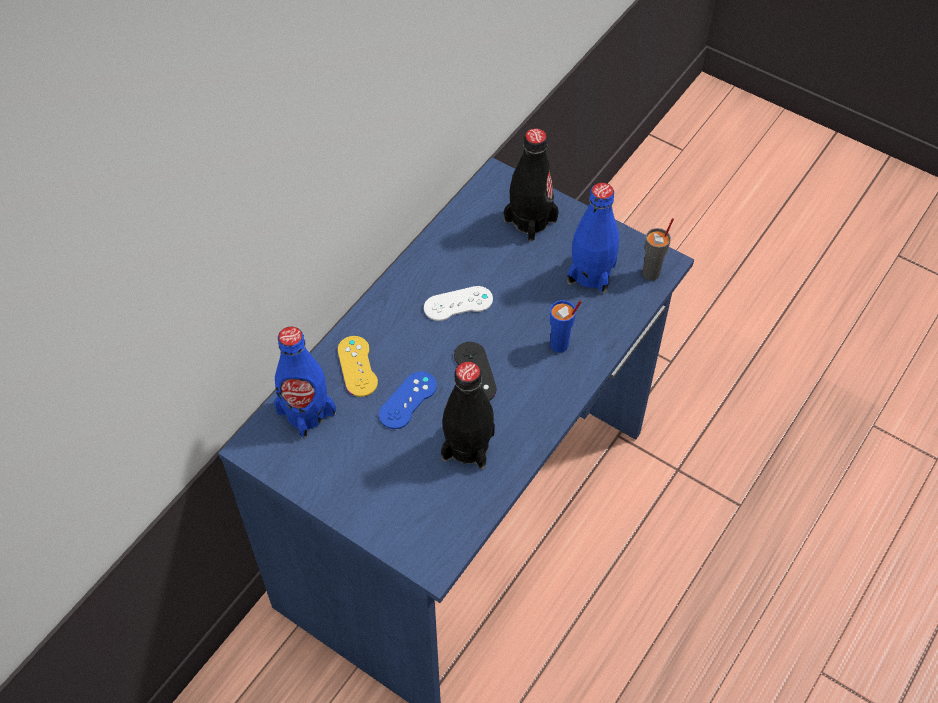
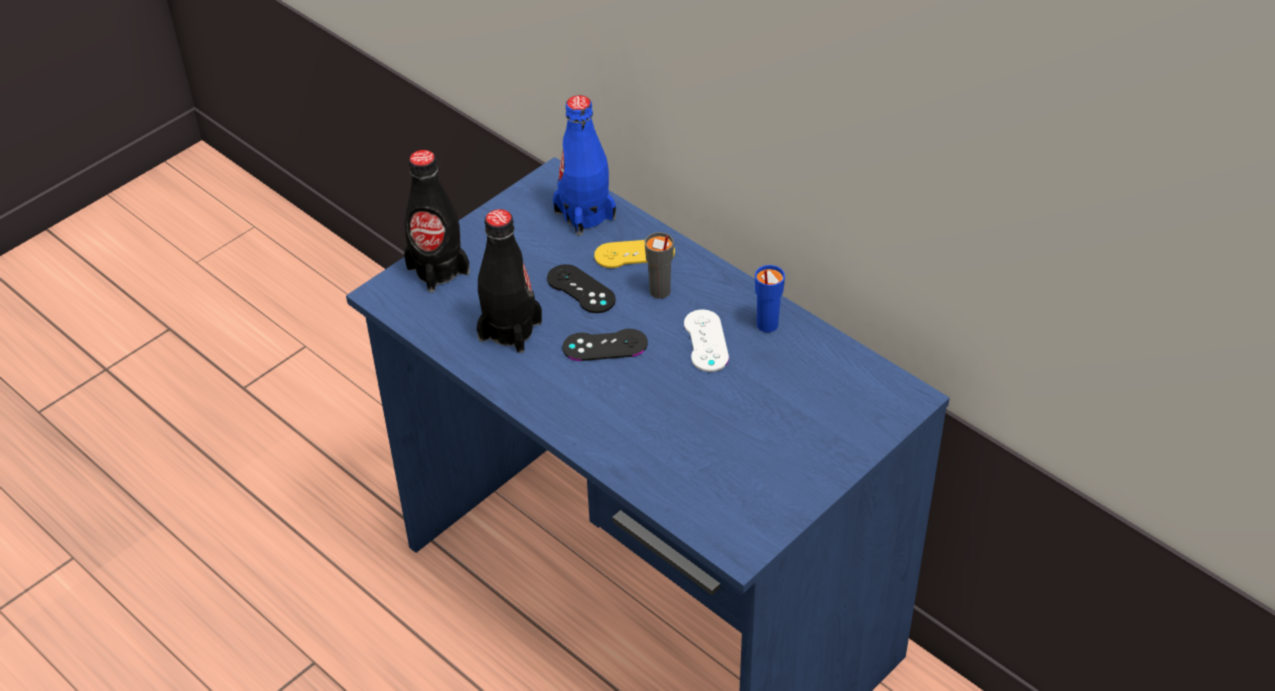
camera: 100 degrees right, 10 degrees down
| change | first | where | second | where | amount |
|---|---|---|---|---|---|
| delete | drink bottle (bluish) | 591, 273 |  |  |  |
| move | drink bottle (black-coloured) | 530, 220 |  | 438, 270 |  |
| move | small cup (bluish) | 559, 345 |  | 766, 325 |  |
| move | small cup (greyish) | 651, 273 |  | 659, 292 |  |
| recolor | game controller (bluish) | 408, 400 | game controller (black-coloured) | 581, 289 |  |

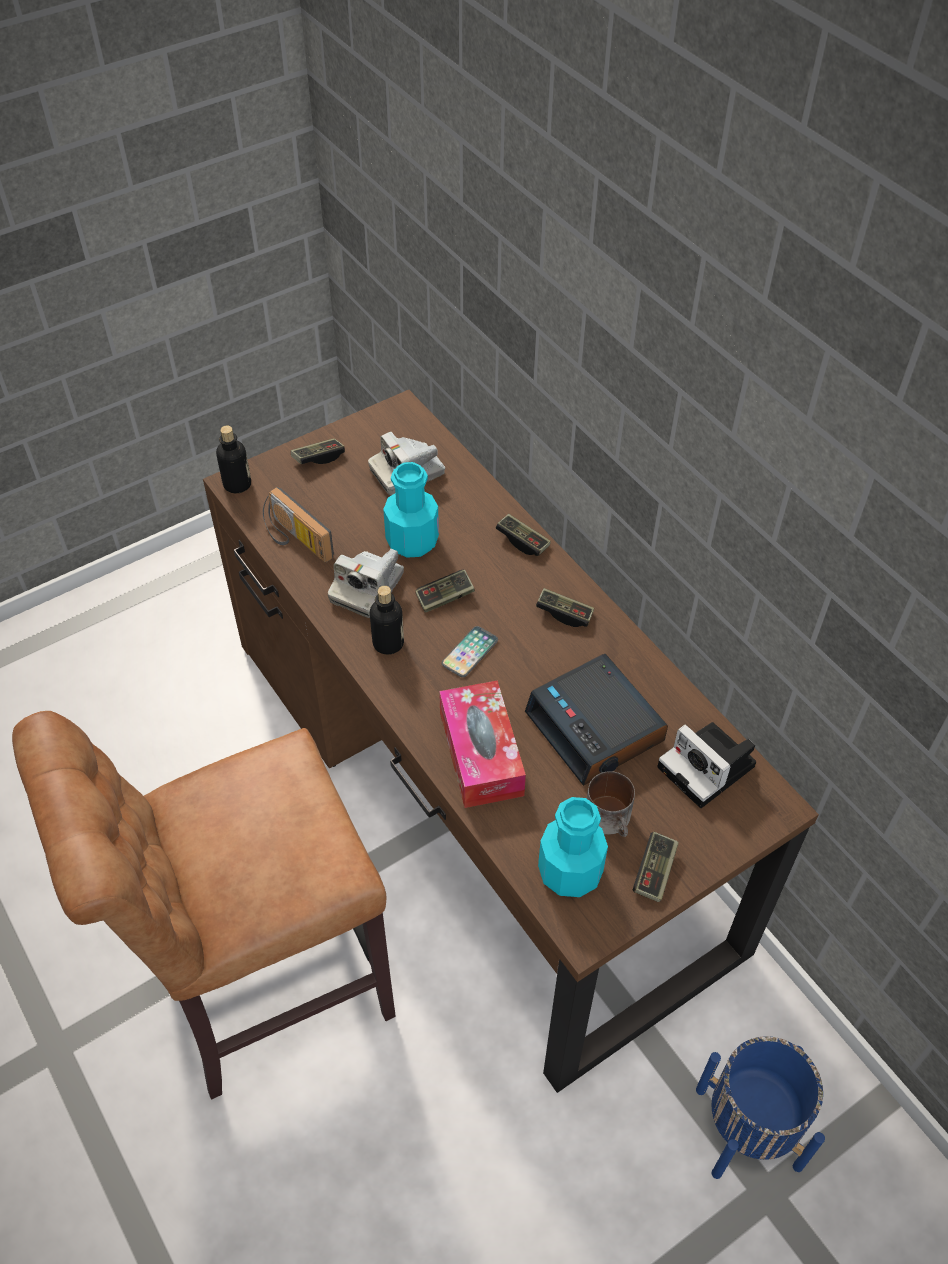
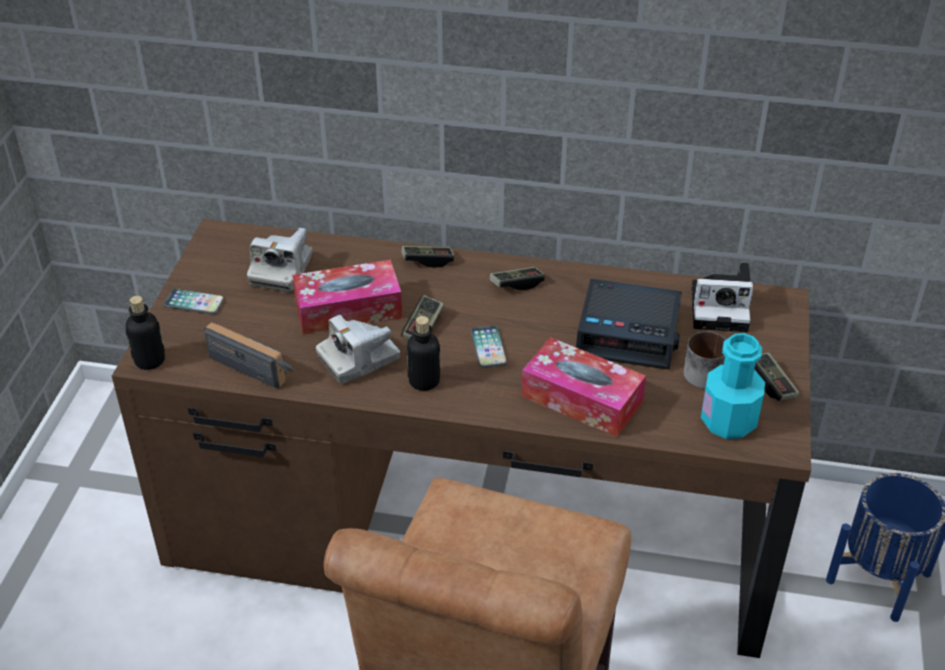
camera: 45 degrees left, 10 degrees down
| change | first | where | second | where | amount |
|---|---|---|---|---|---|
| replace | game controller | 318, 458 | phone | 194, 303 |  |
| replace | drink bottle (blue-green) | 412, 541 | tissue box | 348, 309 |  |
| rotate | radio | 294, 540 |  | 255, 366 | 150 degrees counterclockwise |
| rotate | still camera | 367, 588 |  | 358, 359 | 75 degrees clockwise |

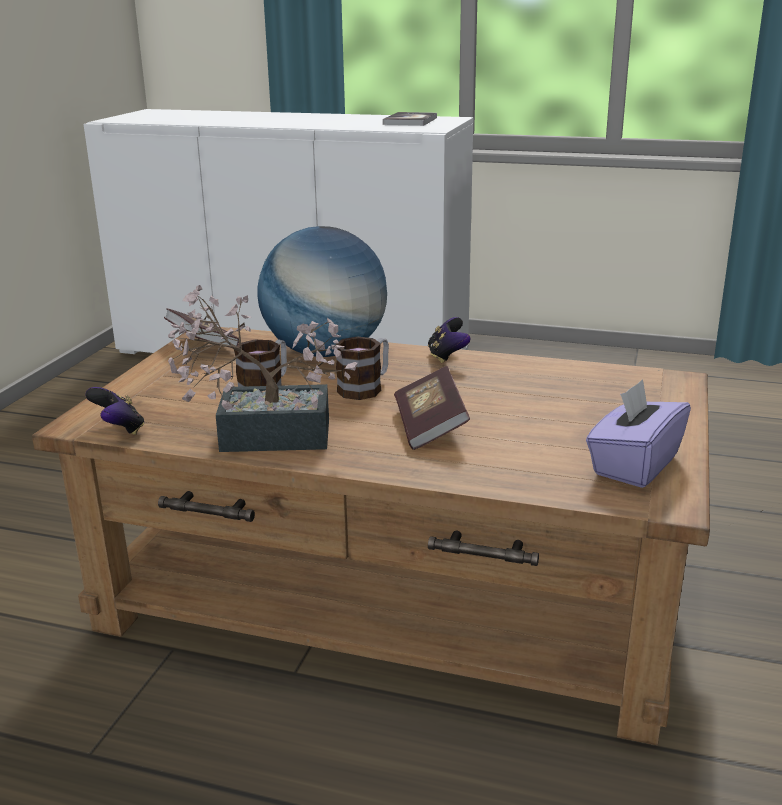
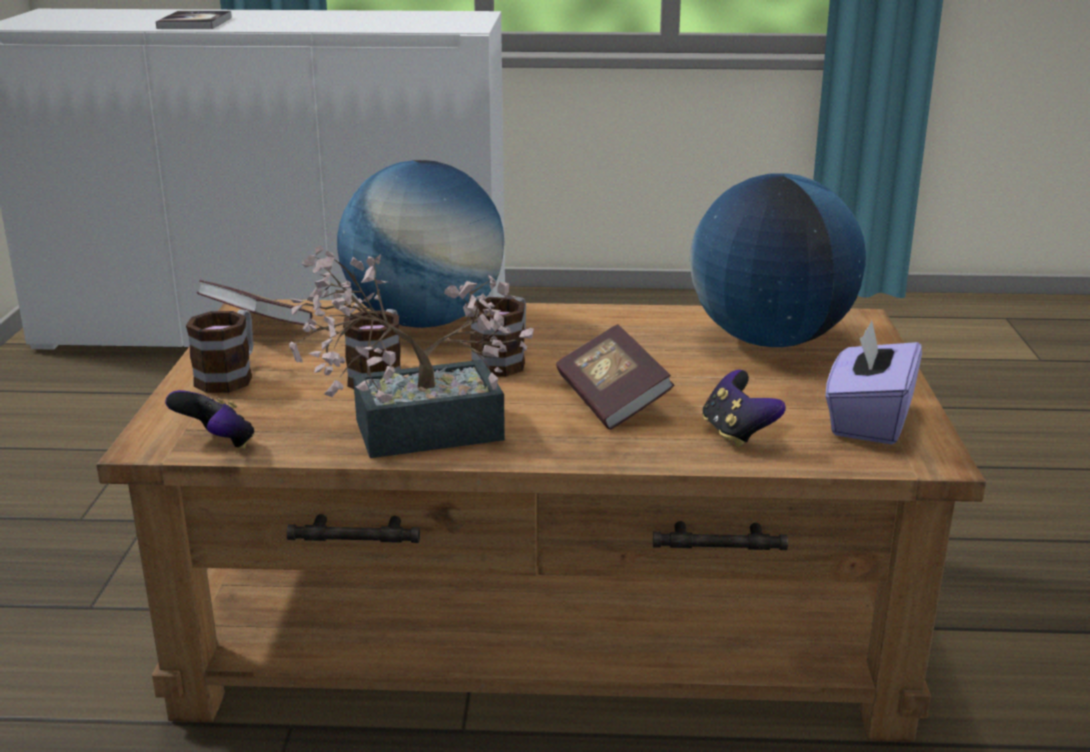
camera: 15 degrees left, 0 degrees up
| change | first | where | second | where | amount |
|---|---|---|---|---|---|
| insert |  |  | mug | 230, 376 |  |
| insert |  |  | desk globe | 770, 340 |  |
| move | book | 410, 121 |  | 195, 23 |  |
| move | game controller | 447, 357 |  | 737, 433 |  |

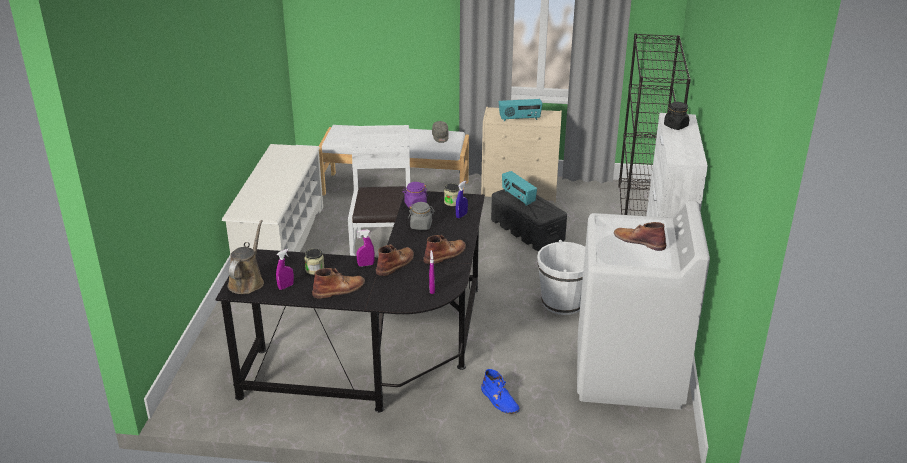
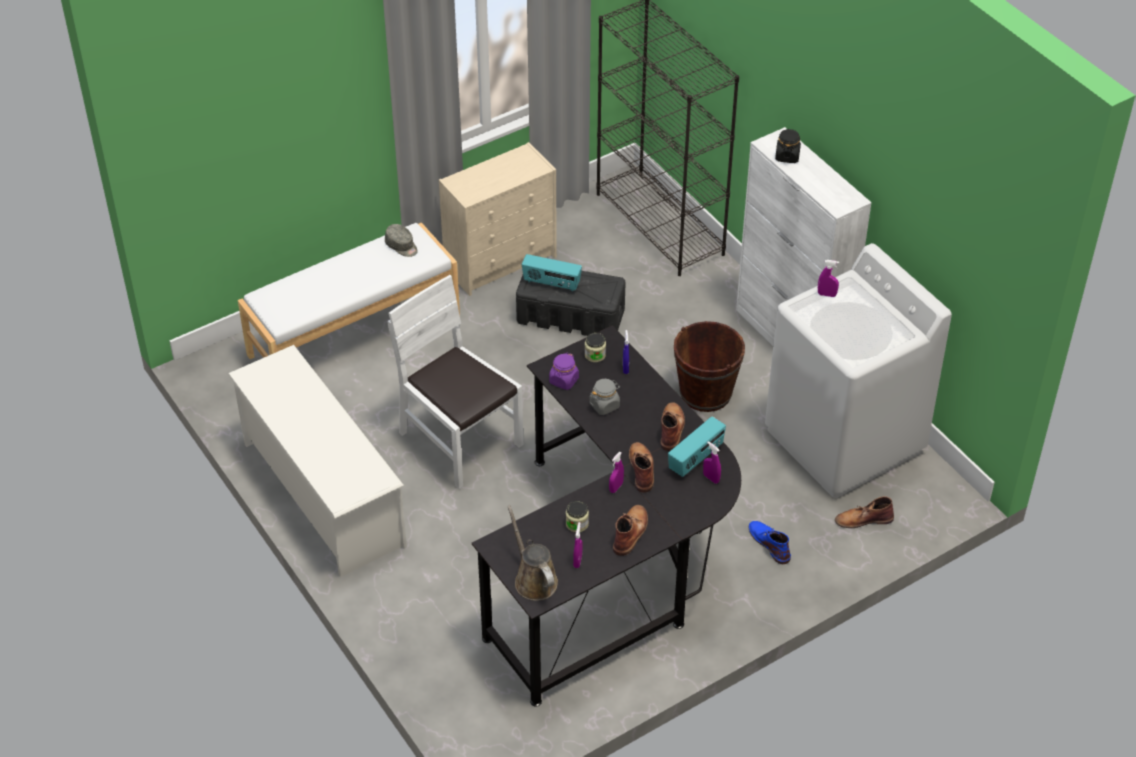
camera: 40 degrees left, 15 degrees up
| change | first | where | second | where | amount |
|---|---|---|---|---|---|
| insert |  |  | spray bottle (purple) | 826, 294 |  |
| move | radio | 519, 119 |  | 696, 459 |  |
| move | boot (brown-coloured) | 639, 241 |  | 863, 519 |  |
| recolor | water bucket (whitish) | 563, 302 | water bucket (brown-coloured) | 705, 393 |  |
| rotate | boot (bluish) | 499, 400 |  | 769, 543 | 135 degrees counterclockwise |

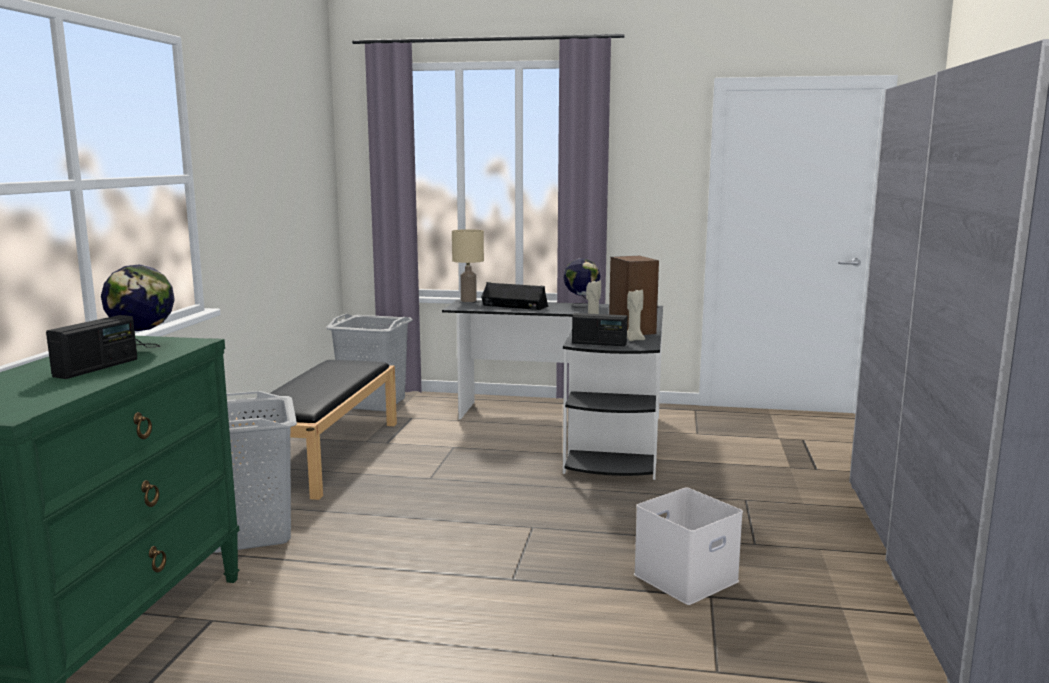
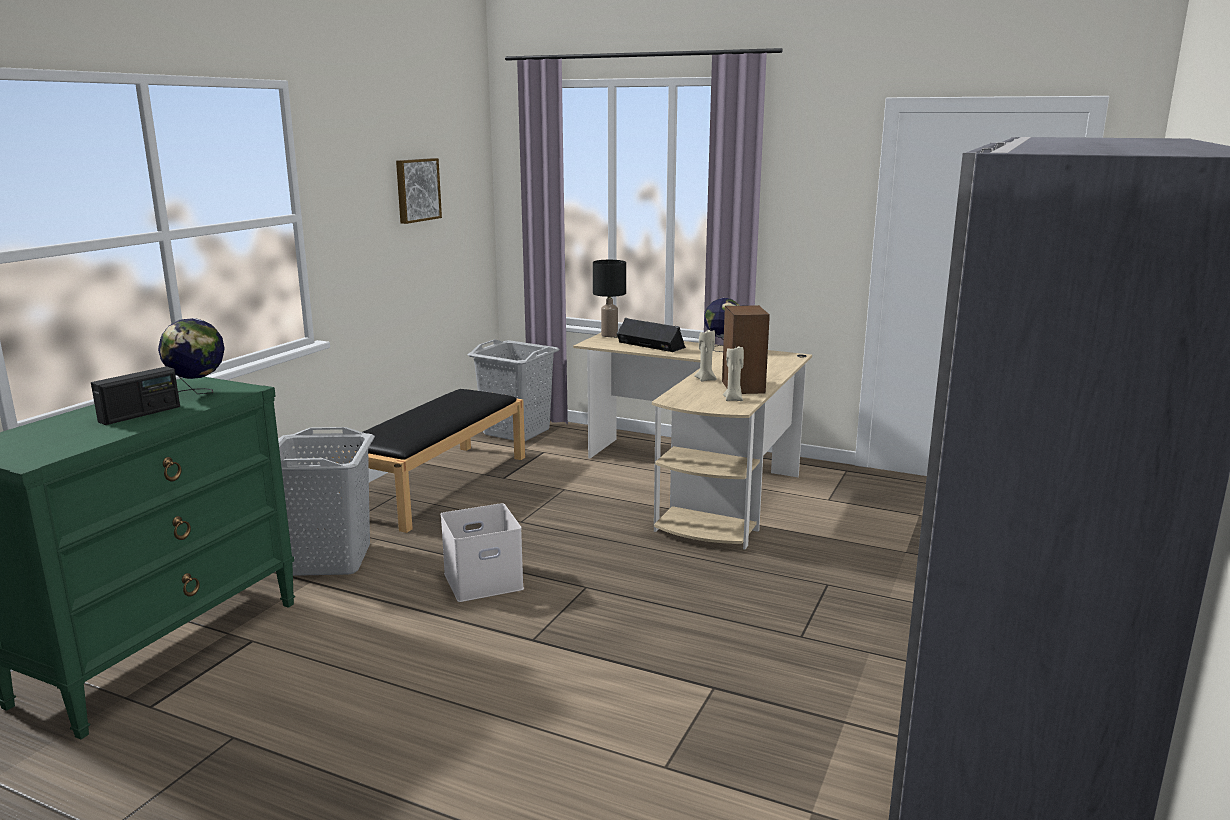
camera: 15 degrees right, 5 degrees up
| change | first | where | second | where | amount |
|---|---|---|---|---|---|
| delete | radio | 599, 343 |  |  |  |
| insert |  |  | picture | 416, 190 |  |
| move | storage bin (whitish) | 685, 576 |  | 484, 580 |  |
| recolor | desk table (black-coloured) | 578, 431 | desk table (sand-coloured) | 702, 483 |  |
| recolor | lamp for a table (sand-coloured) | 468, 300 | lamp for a table (black-coloured) | 610, 335 |  |

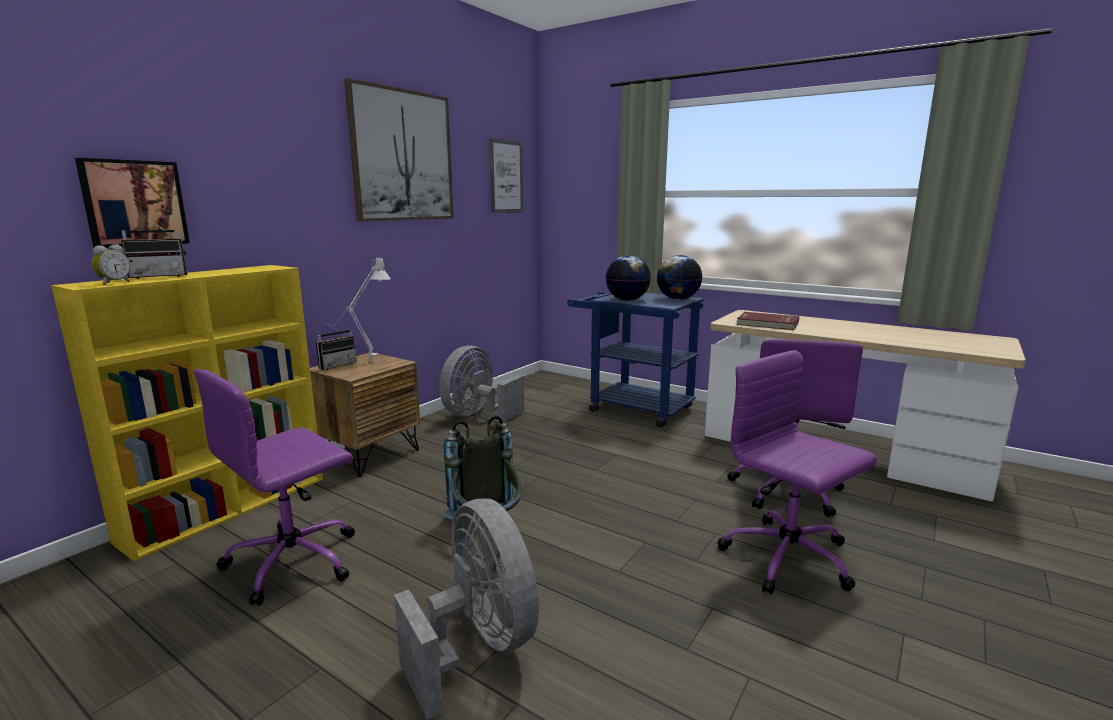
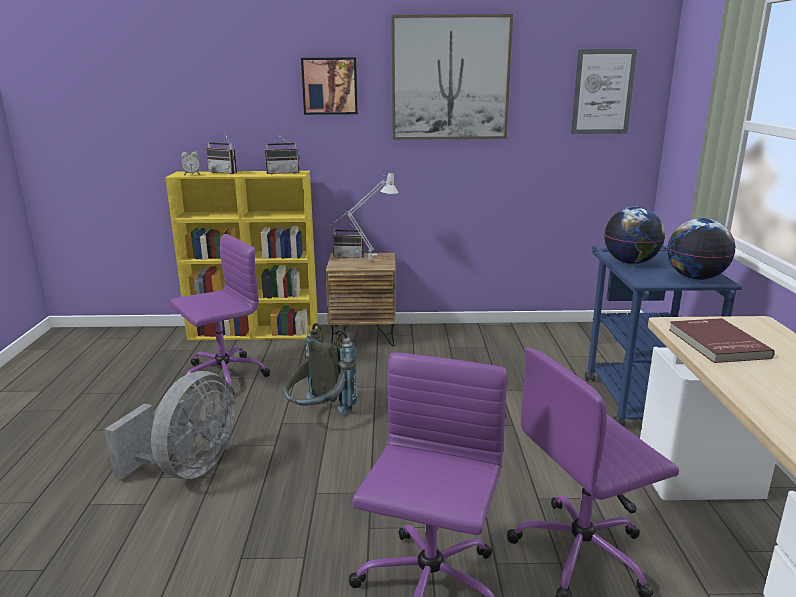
camera: 55 degrees right, 5 degrees up
| change | first | where | second | where | amount |
|---|---|---|---|---|---|
| delete | fan (greyish) | 477, 415 |  |  |  |
| insert |  |  | radio | 283, 173 |  |
| move | picture | 134, 203 |  | 330, 86 |  |
| rotate | office chair (purple) | 295, 560 |  | 222, 376 | 135 degrees clockwise |

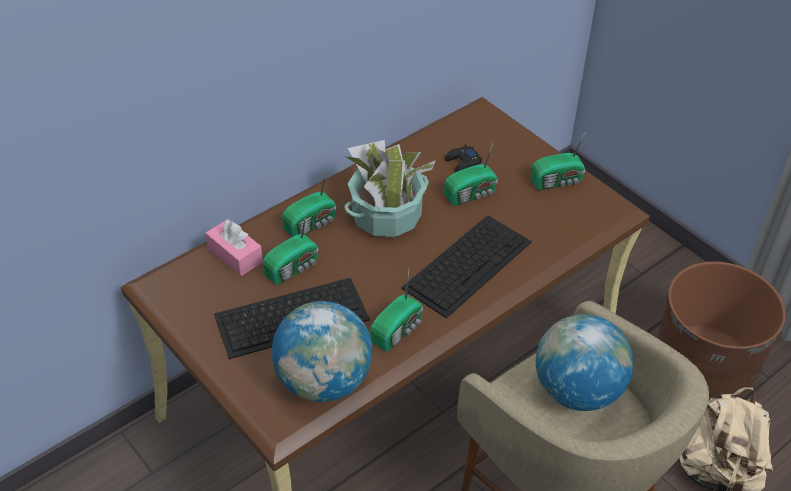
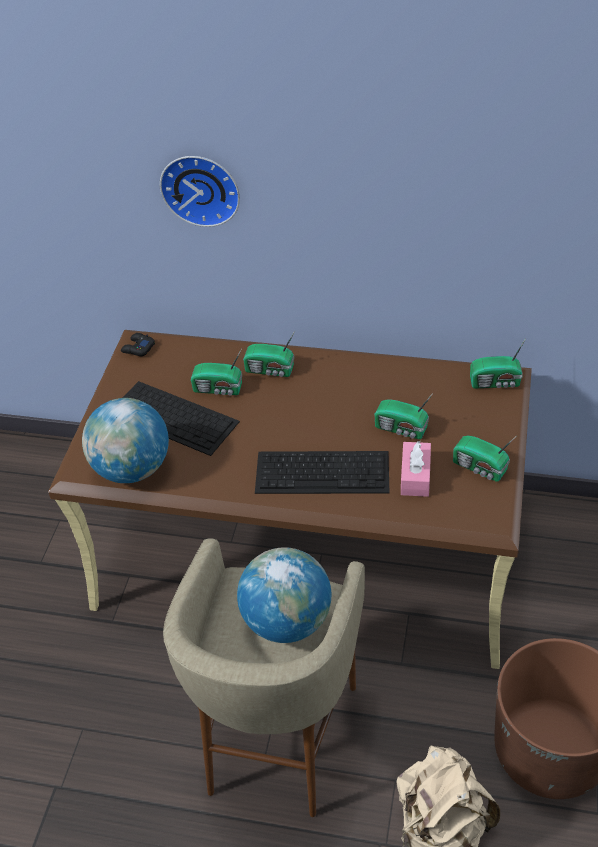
camera: 55 degrees right, 0 degrees up
| change | first | where | second | where | amount |
|---|---|---|---|---|---|
| delete | plant in a pot | 386, 217 |  |  |  |
| insert |  |  | clock on the wall | 201, 188 |  |
| move | tissue box (pinkish) | 235, 255 |  | 415, 476 |  |
| move | radio | 398, 330 |  | 496, 382 |  |
| move | game controller (black-coloured) | 463, 163 |  | 138, 348 |  |

